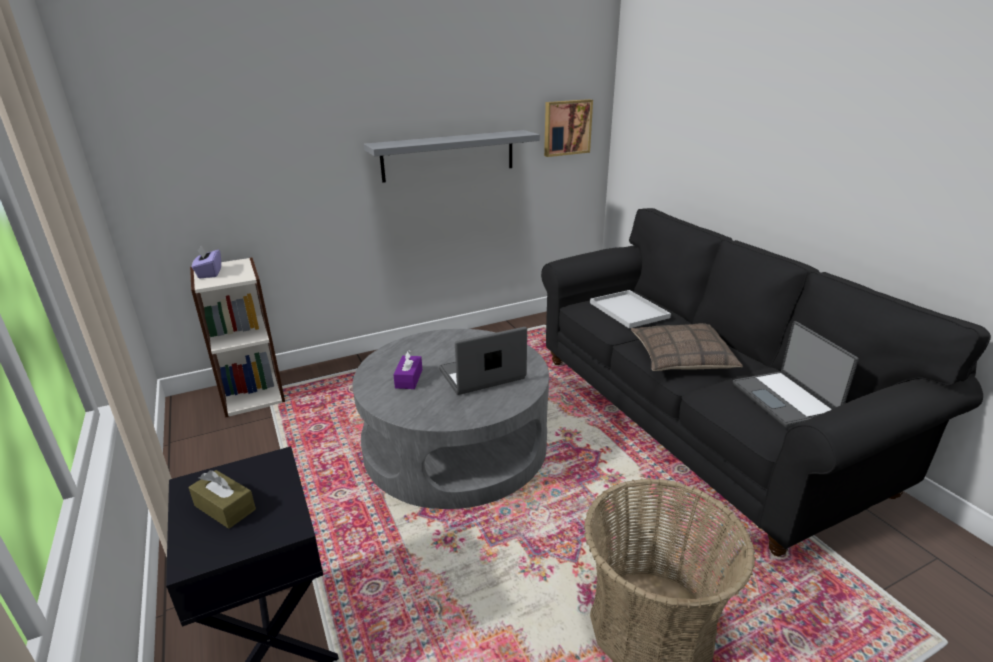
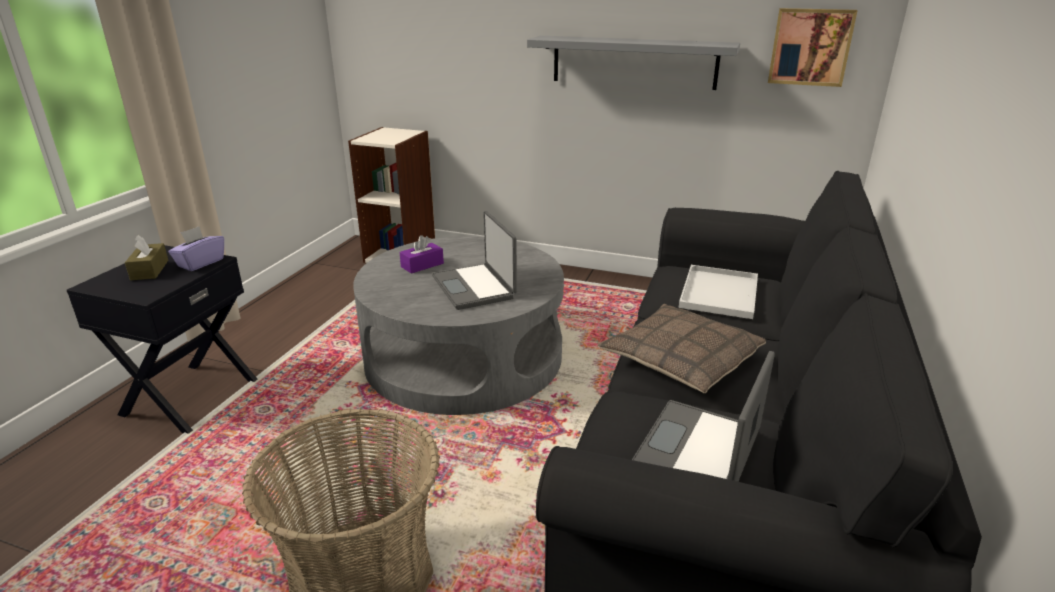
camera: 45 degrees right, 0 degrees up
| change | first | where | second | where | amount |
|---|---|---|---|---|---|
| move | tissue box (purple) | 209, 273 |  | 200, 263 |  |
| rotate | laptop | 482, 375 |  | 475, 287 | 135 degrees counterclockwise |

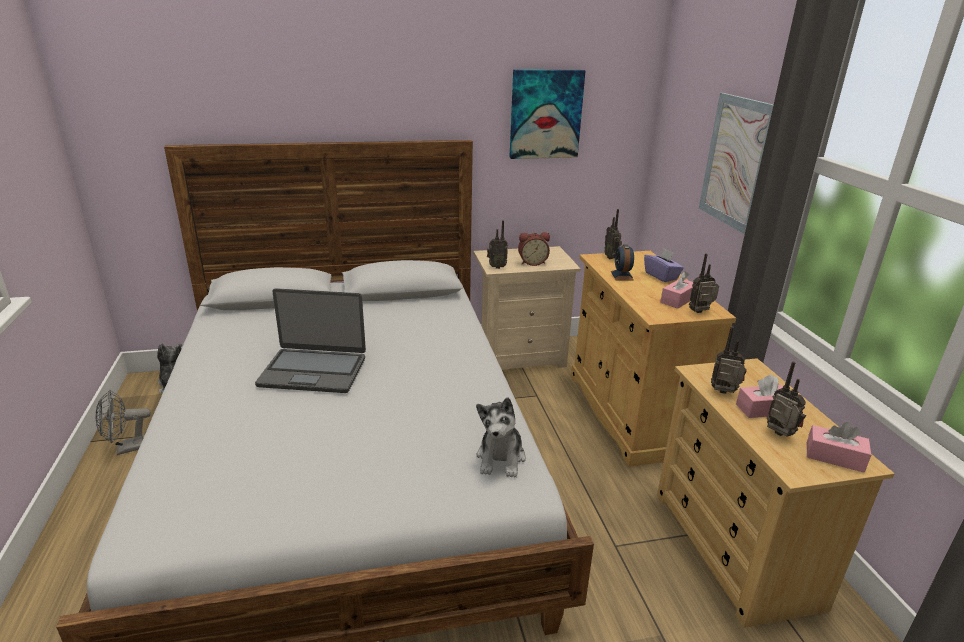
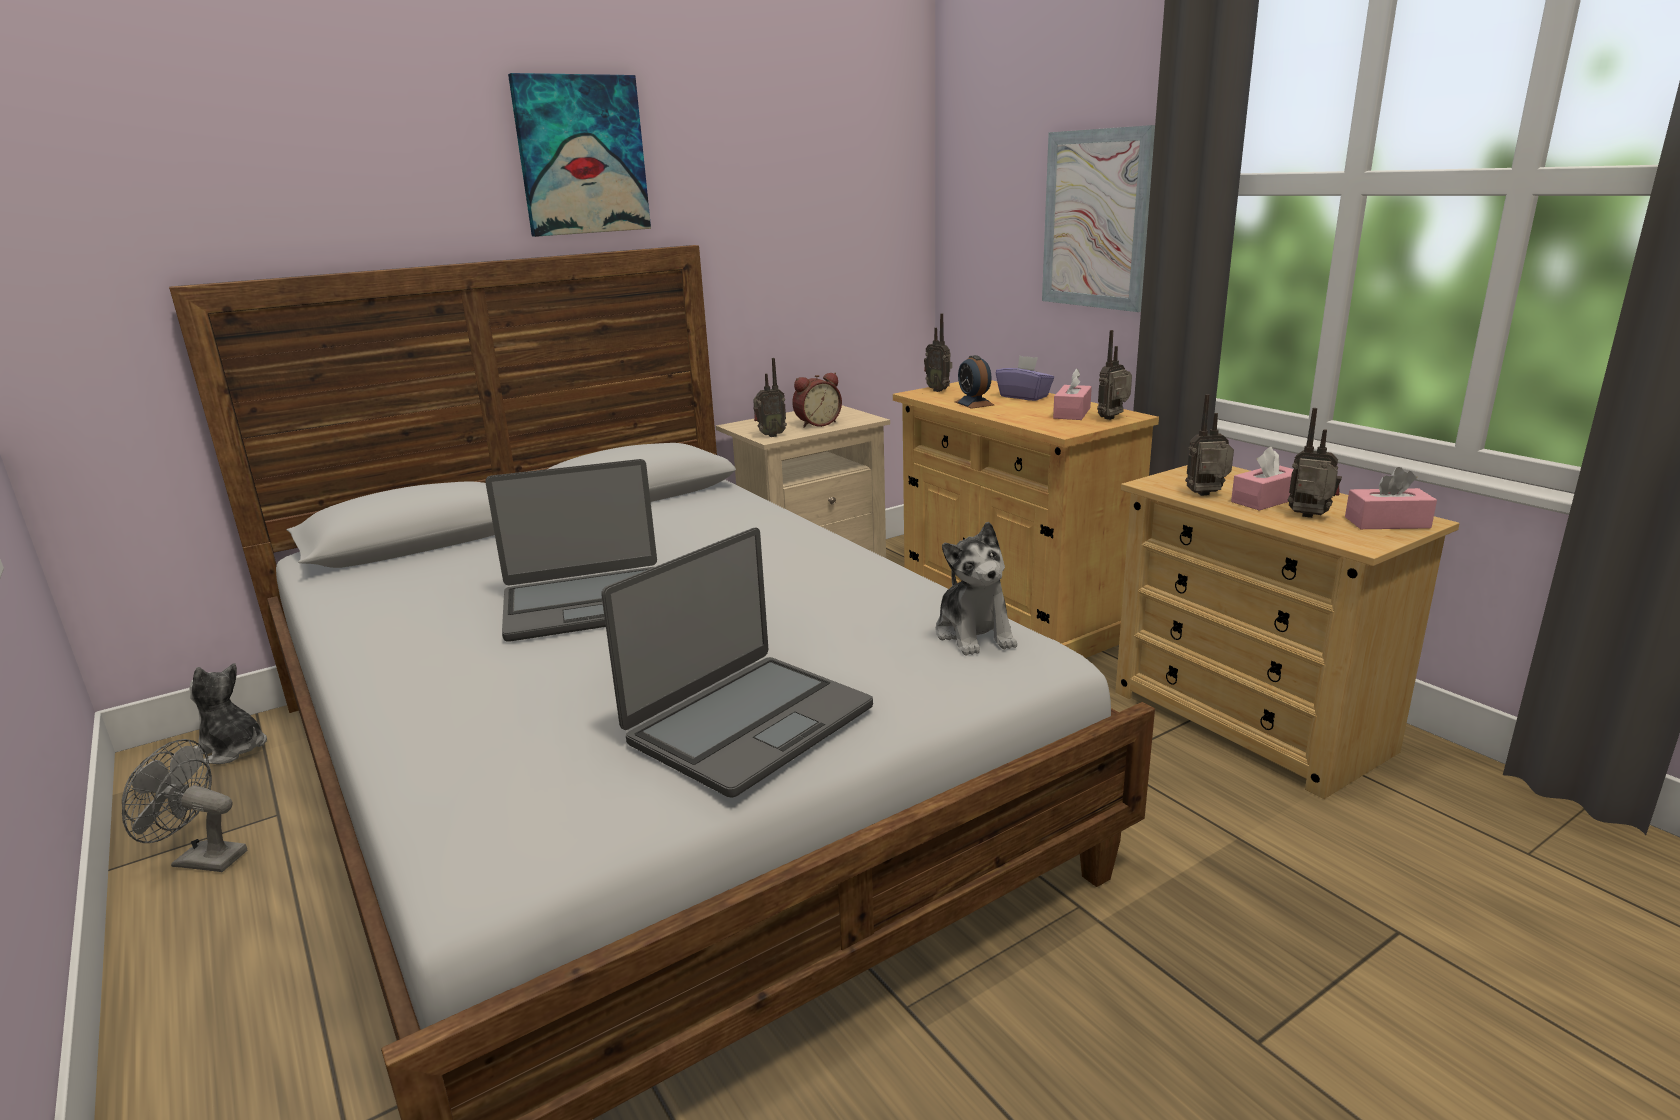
camera: 20 degrees left, 5 degrees down
| change | first | where | second | where | amount |
|---|---|---|---|---|---|
| insert |  |  | laptop | 748, 724 |  |
| move | picture | 545, 114 |  | 581, 155 |  |
| rotate | fan (greyish) | 127, 448 |  | 200, 859 | 60 degrees clockwise |

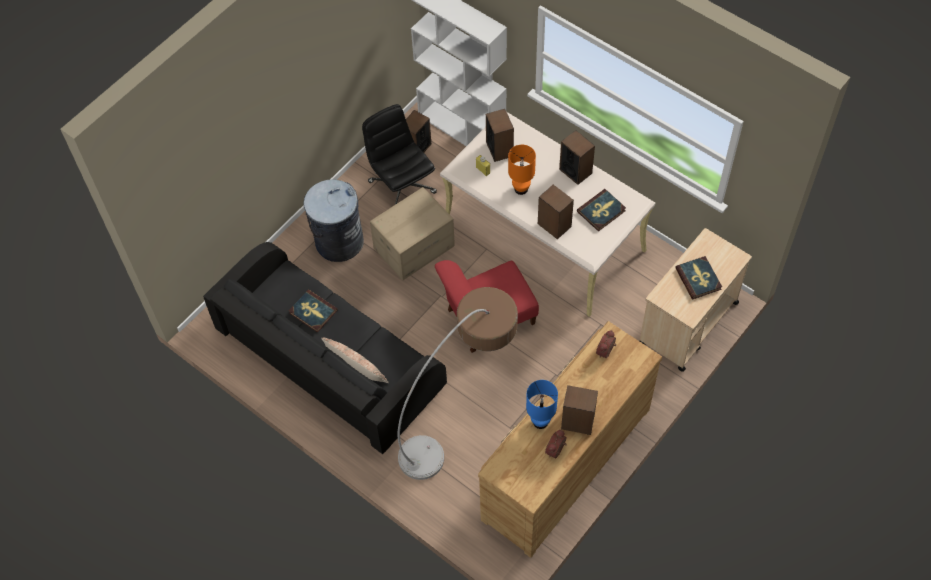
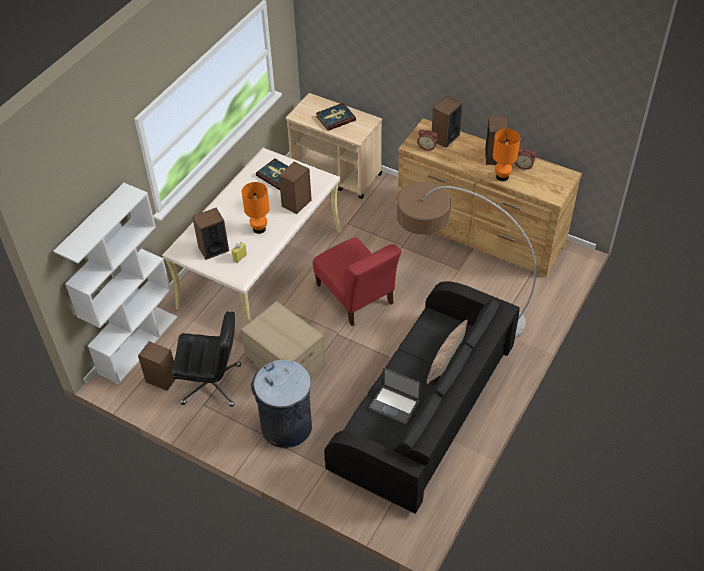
camera: 100 degrees left, 10 degrees down
| change | first | where | second | where | amount |
|---|---|---|---|---|---|
| move | loudspeaker | 575, 171 |  | 445, 138 |  |
| replace | book | 313, 312 | laptop | 395, 404 |  |
| recolor | lamp for a table (bluish) | 540, 422 | lamp for a table (orange) | 502, 176 |  |
| rotate | office chair (black-coloured) | 401, 186 |  | 212, 384 | 135 degrees counterclockwise |

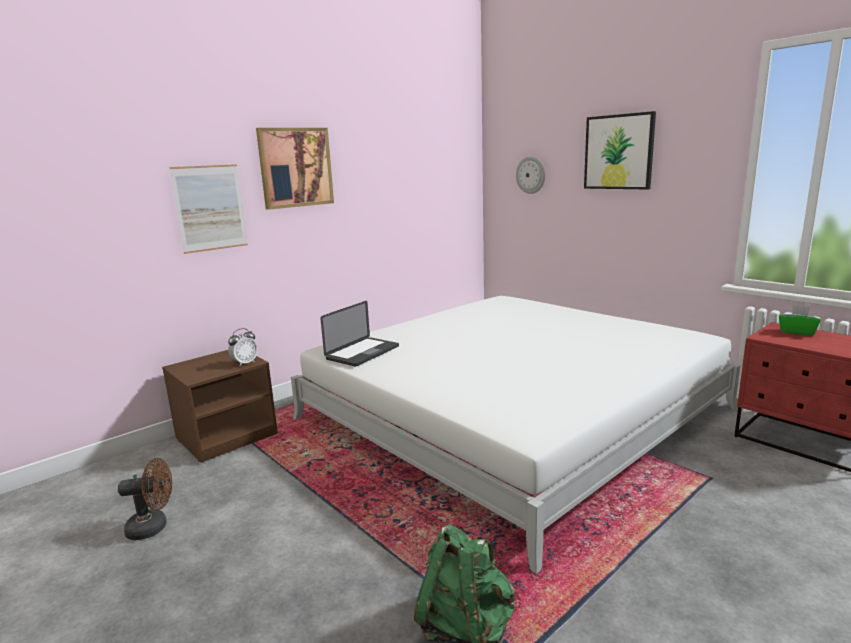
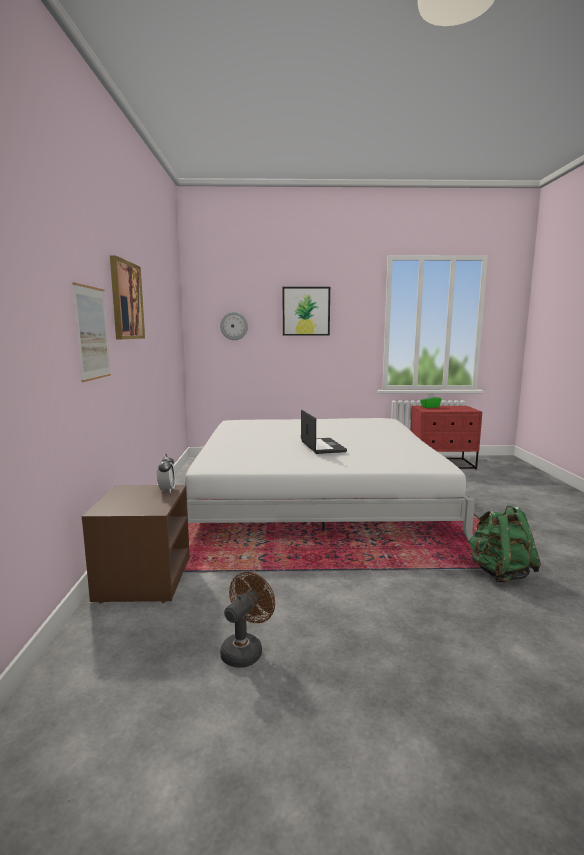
camera: 50 degrees left, 5 degrees down
| change | first | where | second | where | amount |
|---|---|---|---|---|---|
| move | laptop | 362, 353 |  | 322, 447 |  |

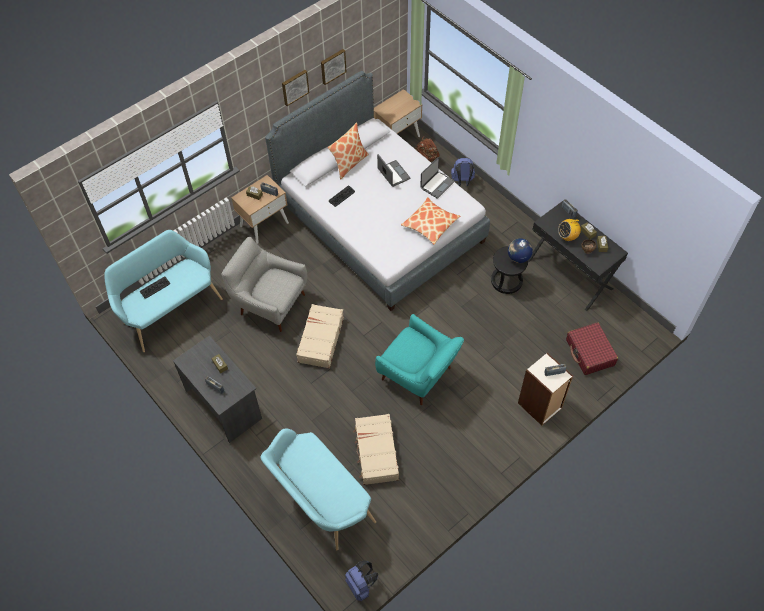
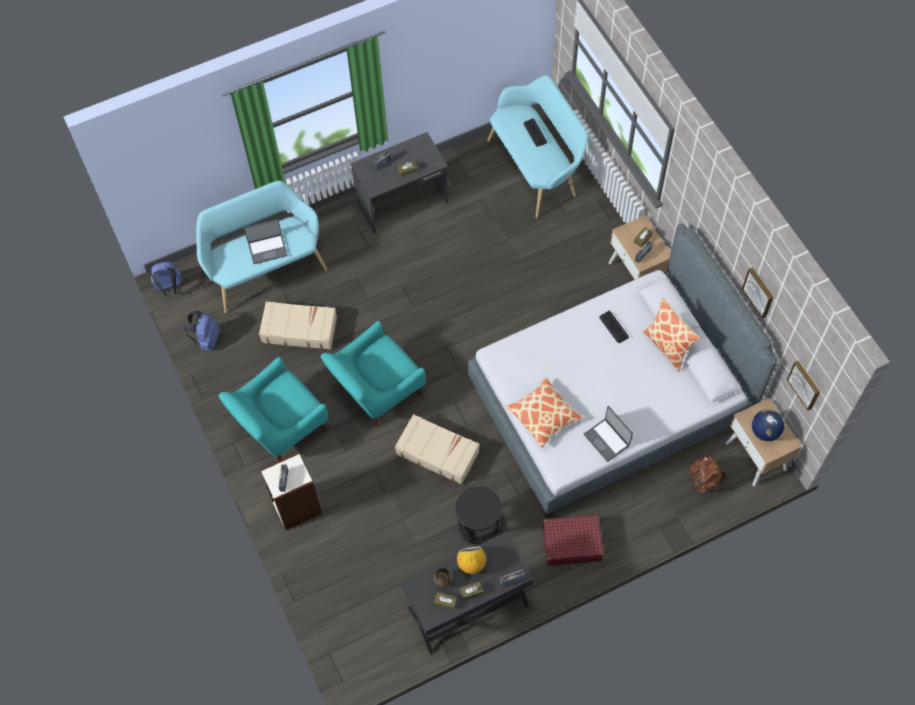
camera: 105 degrees right, 5 degrees up
| change | first | where | second | where | amount |
|---|---|---|---|---|---|
| delete | lounge chair (greyish) | 270, 303 |  |  |  |
| insert |  |  | lounge chair (blue-green) | 280, 428 |  |
| move | picture | 294, 87 |  | 805, 384 |  |
| move | suitcase (sand-coloured) | 320, 340 |  | 437, 452 |  |
| move | laptop | 393, 174 |  | 267, 248 |  |
| move | backpack (bluish) | 462, 181 |  | 206, 339 |  |
| move | desk globe | 518, 258 |  | 765, 431 |  |
| move | suitcase (red-coloured) | 590, 353 |  | 571, 543 |  |

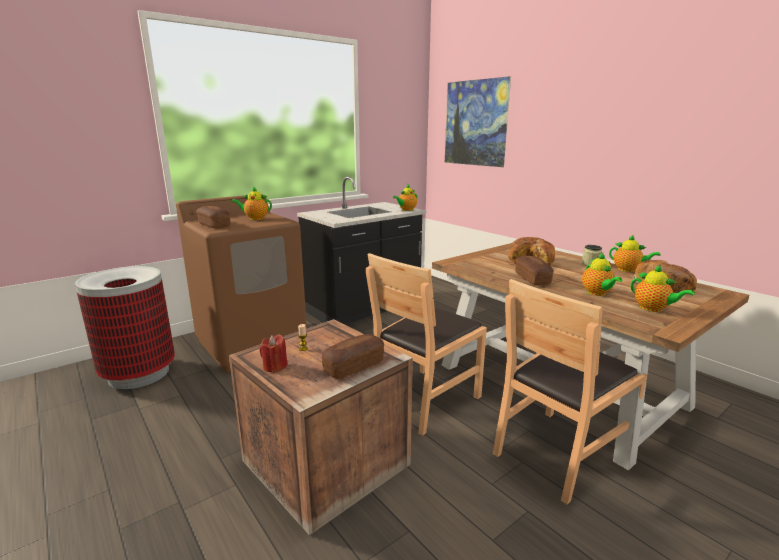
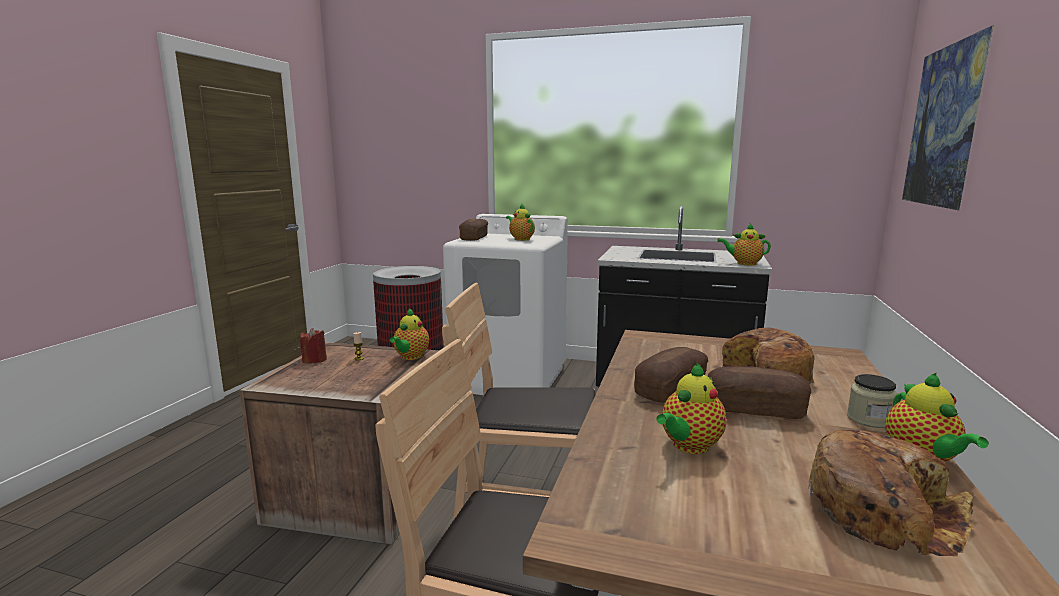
camera: 55 degrees right, 5 degrees down
| change | first | where | second | where | amount |
|---|---|---|---|---|---|
| move | bakery bread | 354, 366 |  | 754, 409 |  |
| move | teapot | 653, 309 |  | 410, 357 |  |
| recolor | washing machine (brown-coloured) | 252, 344 | washing machine (whitish) | 510, 378 |  |

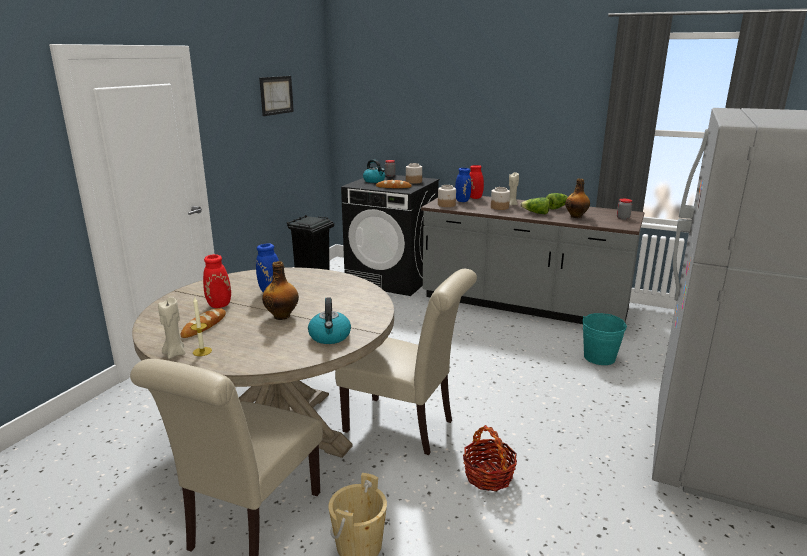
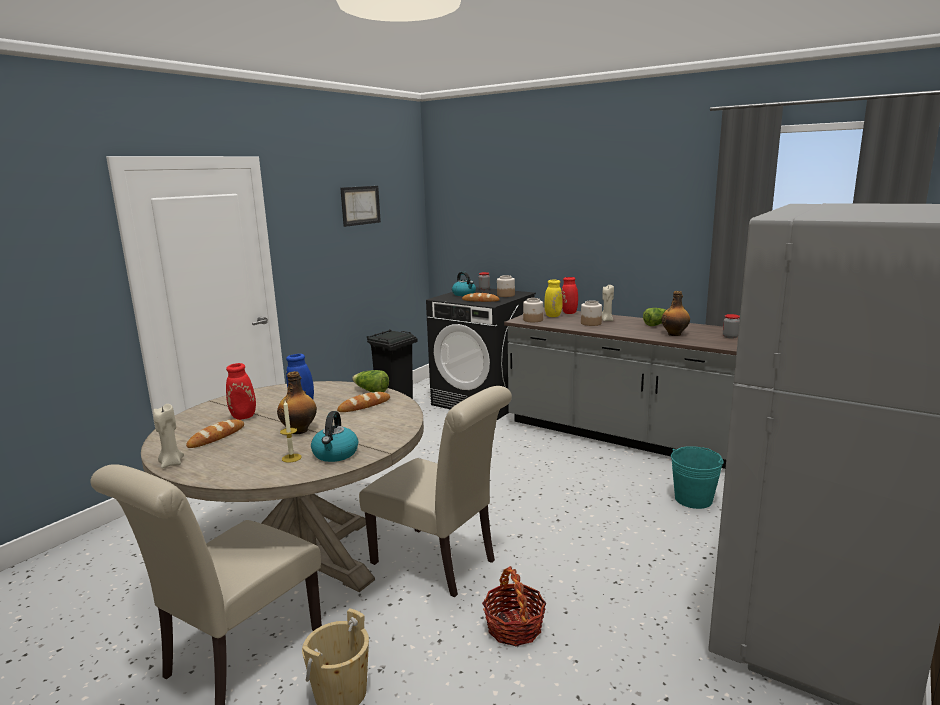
camera: 10 degrees right, 5 degrees down
| change | first | where | second | where | amount |
|---|---|---|---|---|---|
| insert |  |  | bakery bread | 364, 405 |  |
| move | wax light | 202, 351 |  | 291, 458 |  |
| move | lettuce head | 536, 213 |  | 371, 391 |  |
| recolor | flower vase (bluish) | 462, 201 | flower vase (yellowish) | 553, 316 |  |

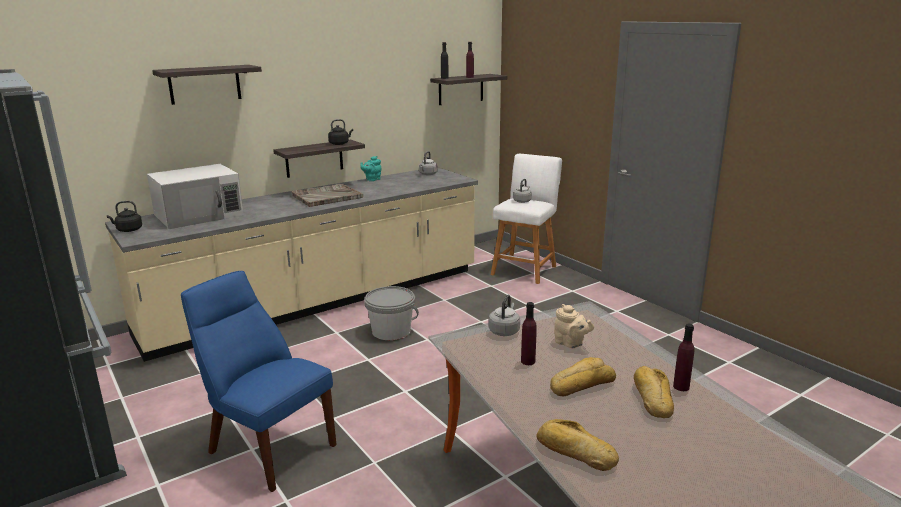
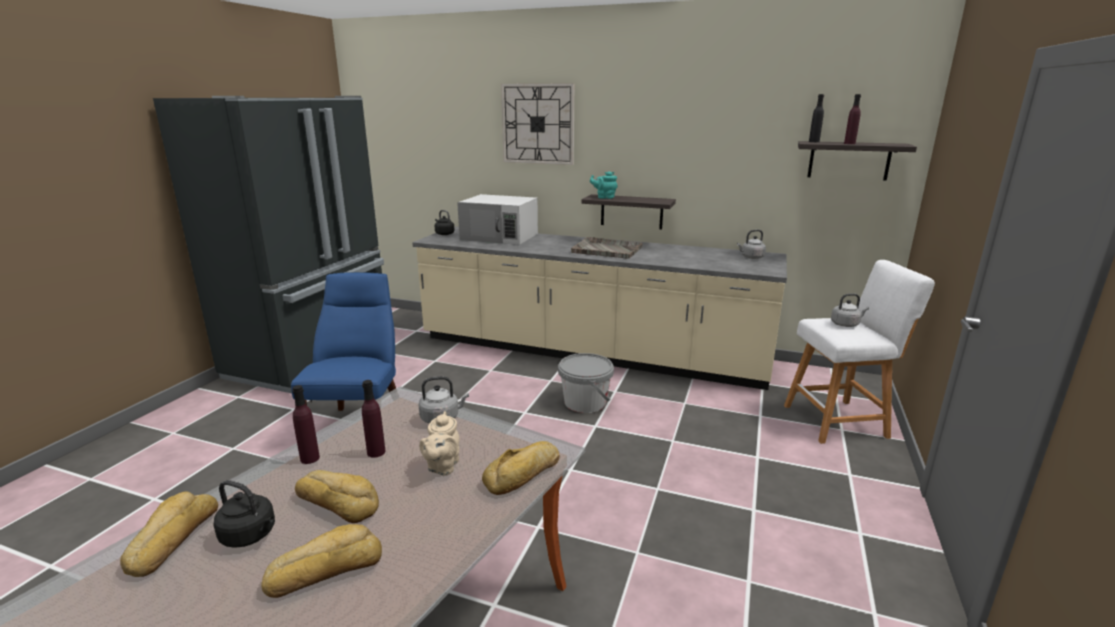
camera: 55 degrees right, 0 degrees up
| change | first | where | second | where | amount |
|---|---|---|---|---|---|
| insert |  |  | bakery bread | 524, 474 |  |
| move | kettle (black-coloured) | 340, 143 |  | 250, 535 |  |
| move | teapot (blue-green) | 372, 179 |  | 604, 197 |  |
| move | drink bottle (purple) | 681, 387 |  | 310, 458 |  |
| replace | shelf | 204, 84 | clock on the wall | 538, 124 |  |

